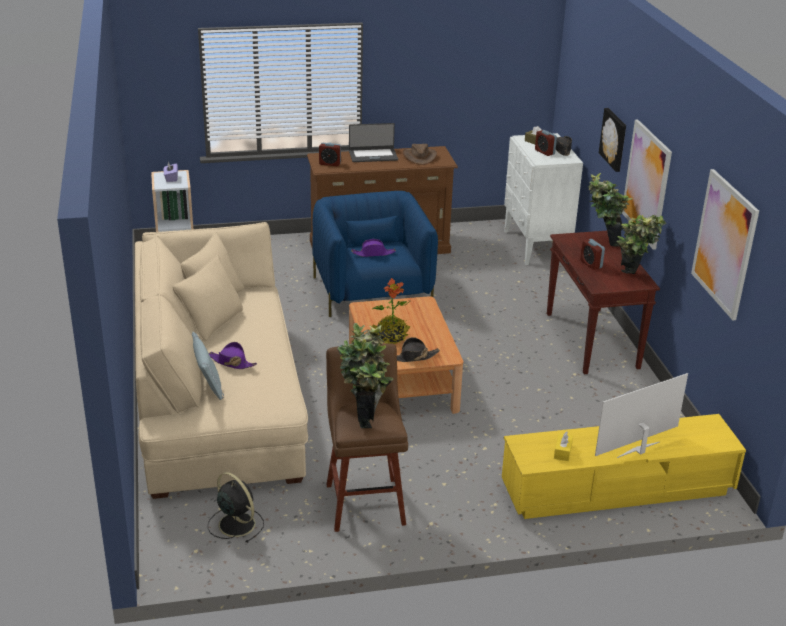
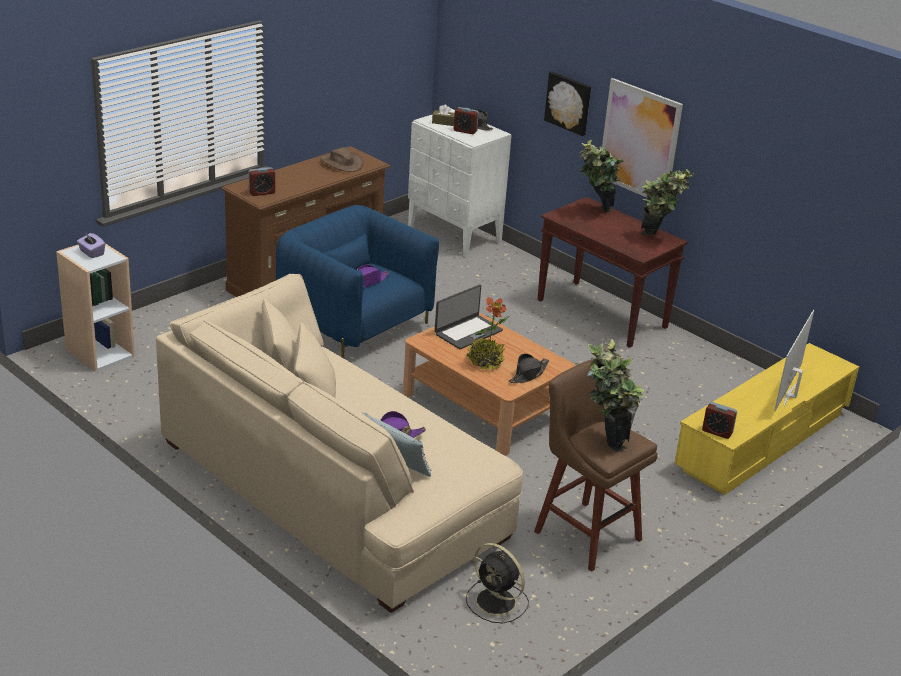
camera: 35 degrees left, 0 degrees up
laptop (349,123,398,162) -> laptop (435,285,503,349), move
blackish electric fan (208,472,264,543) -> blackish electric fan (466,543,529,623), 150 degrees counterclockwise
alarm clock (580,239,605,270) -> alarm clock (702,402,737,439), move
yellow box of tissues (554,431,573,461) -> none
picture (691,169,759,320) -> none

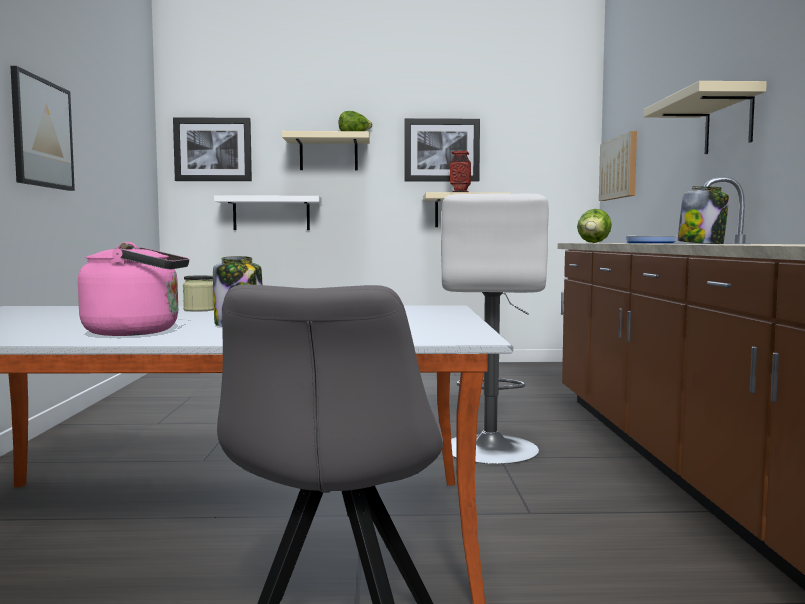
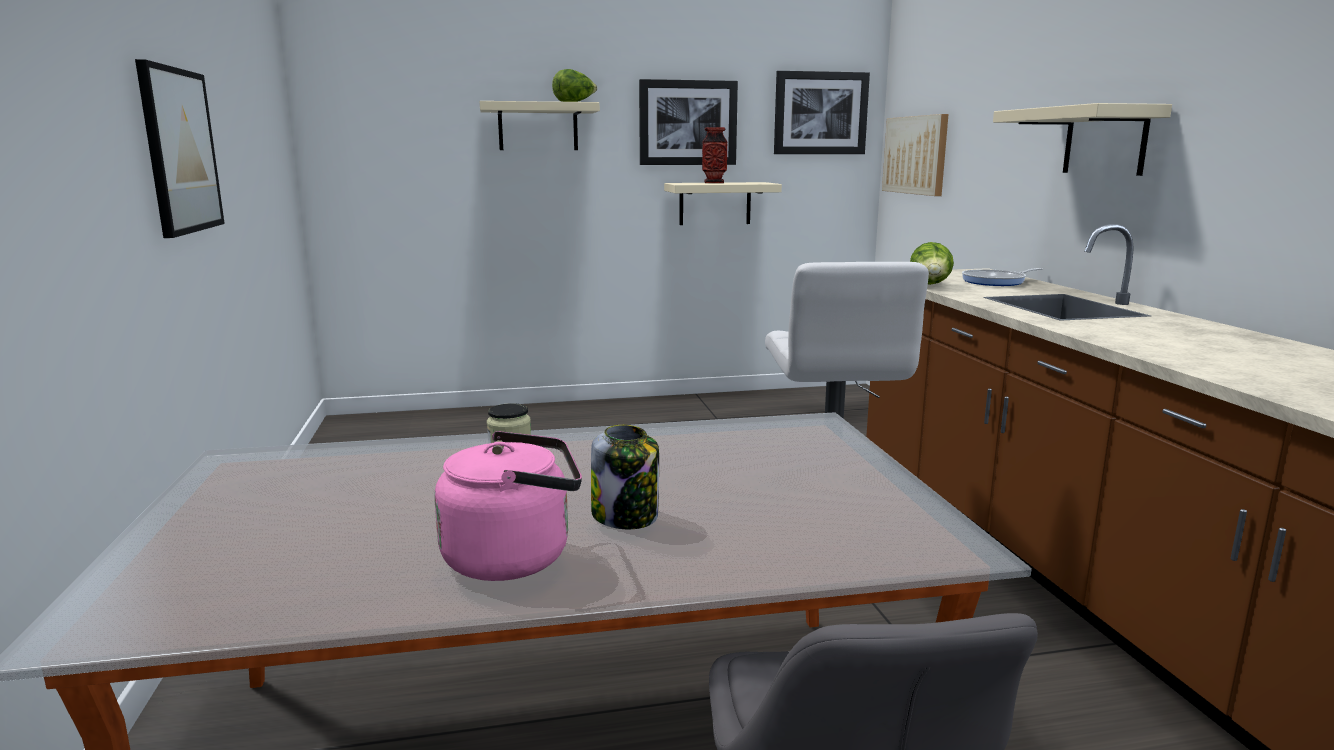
camera: 10 degrees left, 10 degrees up
picture (173,117,252,181) -> picture (774,71,870,154), move
white-coloured bracket shelf (214,196,322,230) -> none
preserve jar (677,186,729,244) -> none

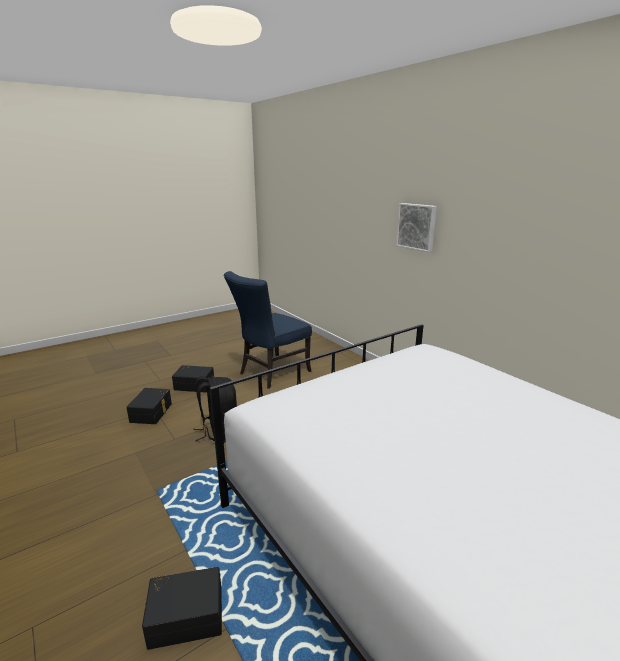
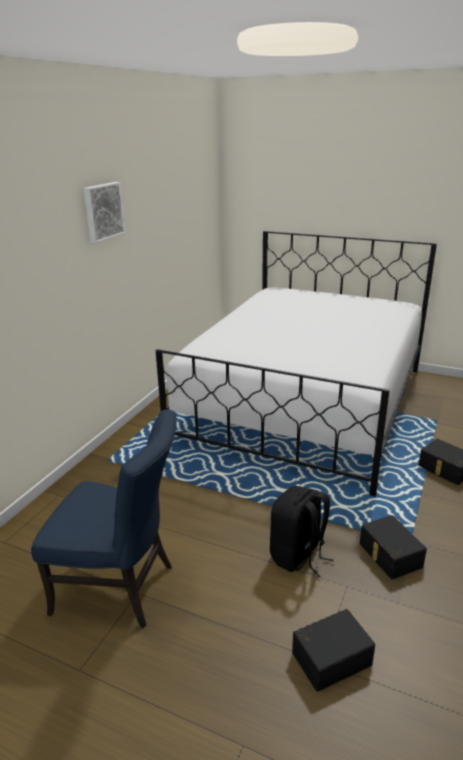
camera: 120 degrees left, 5 degrees up
picture (396,203,437,252) -> picture (84,182,126,243), move
blackish storage box (172,365,214,392) -> blackish storage box (360,515,427,579), move

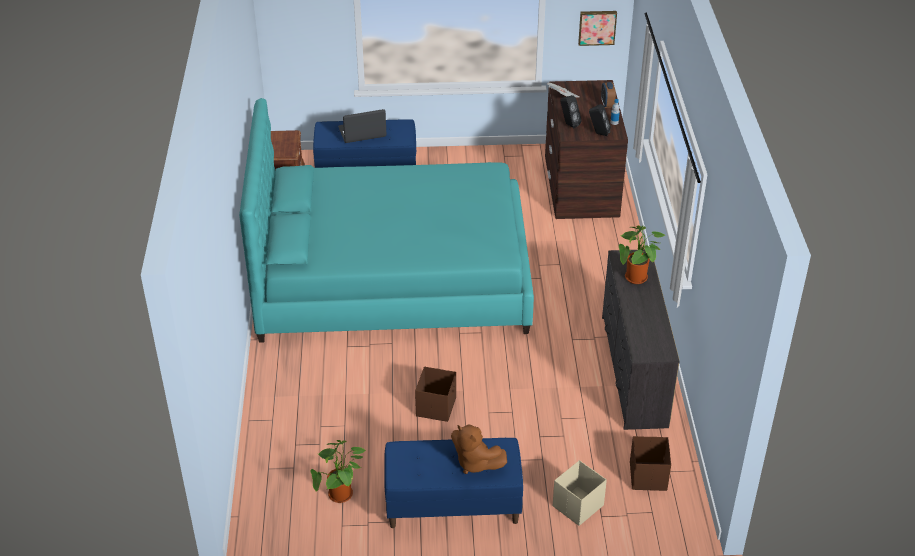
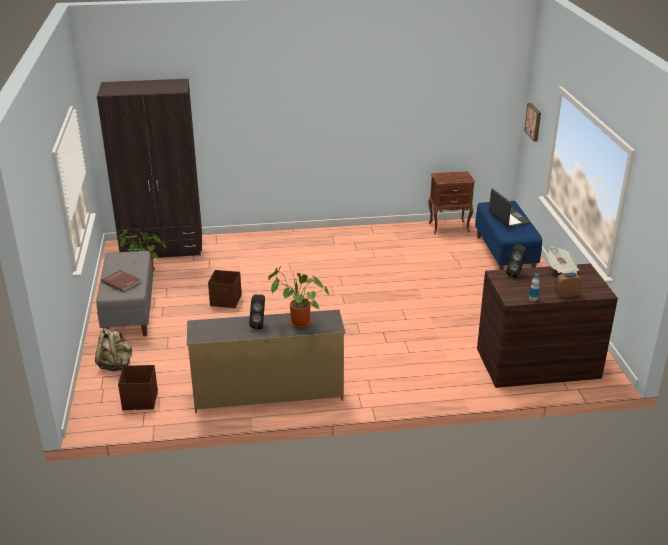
camera: 85 degrees right, 10 degrees down
beige-coloured storage box (553,460,607,526) -> beige-coloured backpack (95,328,132,371)
blue-coloured long seat (384,438,523,528) -> gray long seat (96,251,153,336)
none -> brown-coloured wardrobe (97,79,202,258)
brown-coloured plush toy (451,424,507,474) -> reddish bound book (101,270,141,292)
blackish speaker (589,104,611,136) -> blackish speaker (249,294,265,329), move
picture (578,11,617,46) -> picture (524,103,541,142), move
blue-green bedroom bed (239,98,534,343) -> none

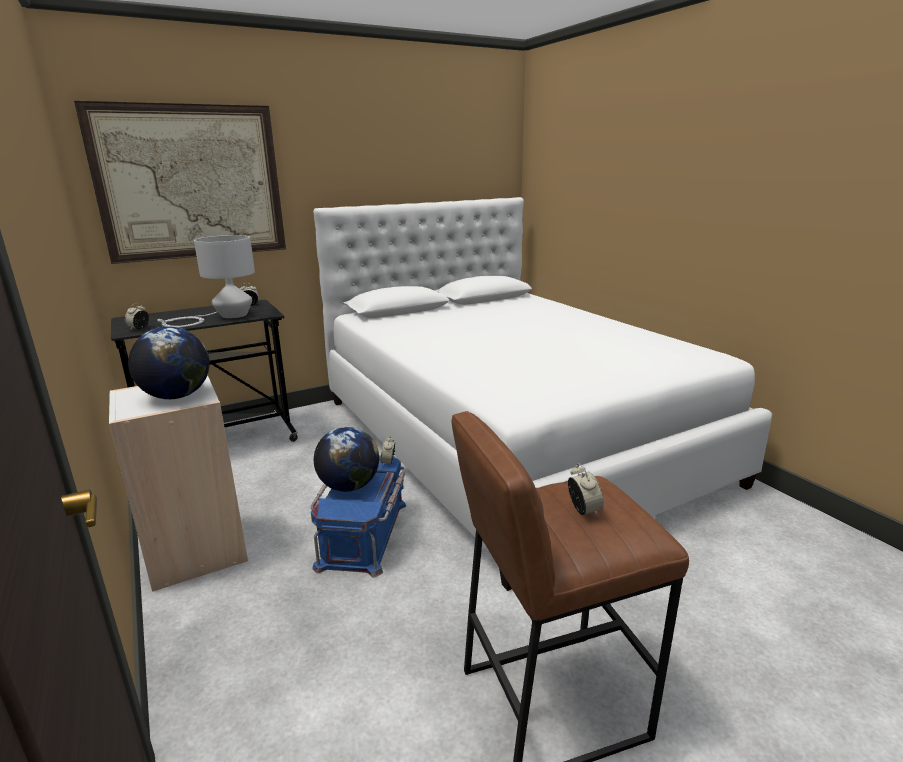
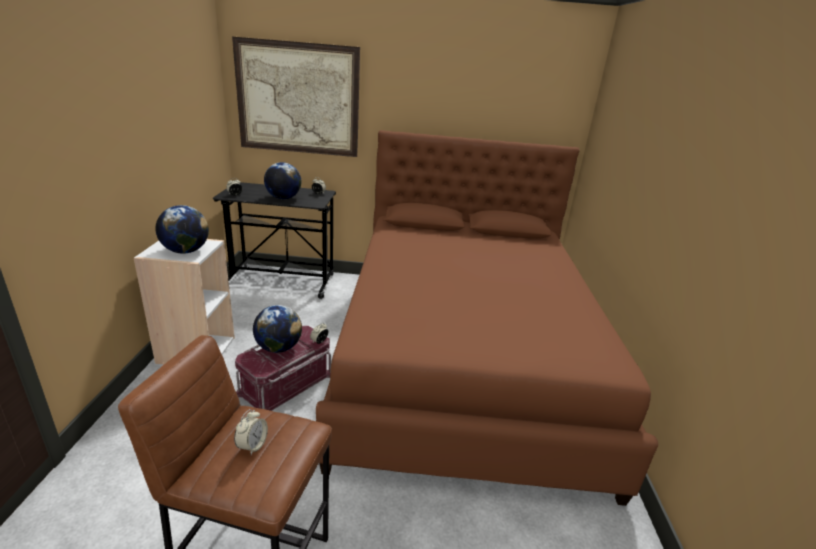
camera: 30 degrees right, 5 degrees up
blue-coloured storage box (311,456,406,578) -> reddish storage box (235,326,331,411)
gray tabletop lamp (157,235,255,328) -> desk globe (264,162,302,199)
white-coloured bedroom bed (313,197,772,591) -> brown-coloured bedroom bed (316,130,658,506)

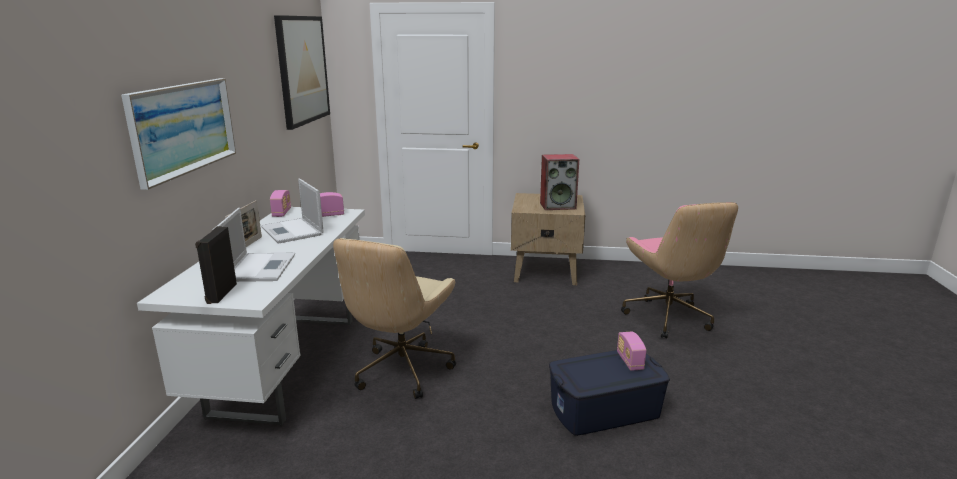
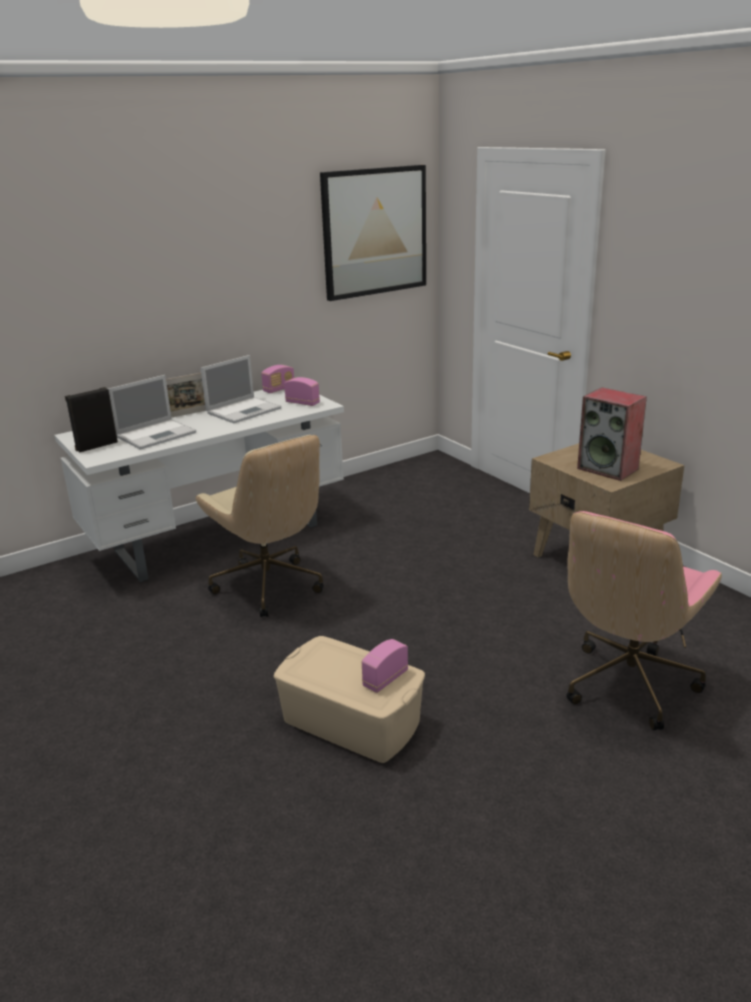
camera: 50 degrees right, 5 degrees up
beige-coloured computer chair (333,238,456,399) -> beige-coloured computer chair (196,435,324,617), 105 degrees counterclockwise
laptop (261,179,324,244) -> laptop (201,355,281,423), 150 degrees counterclockwise
blue-coloured storage box (549,350,670,436) -> beige-coloured storage box (274,636,425,763)
picture (121,78,236,190) -> none

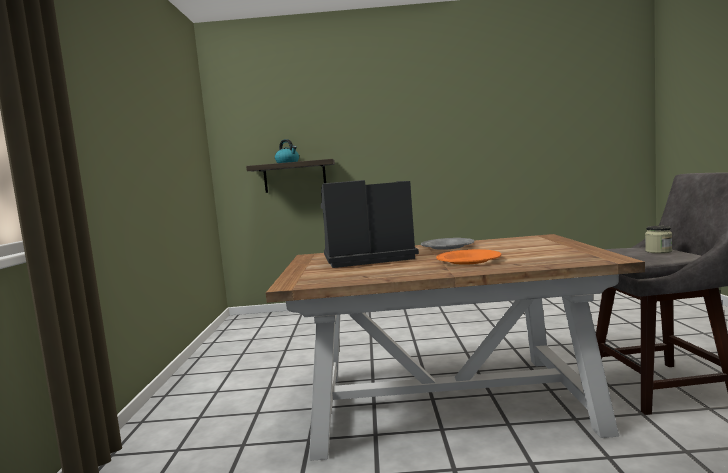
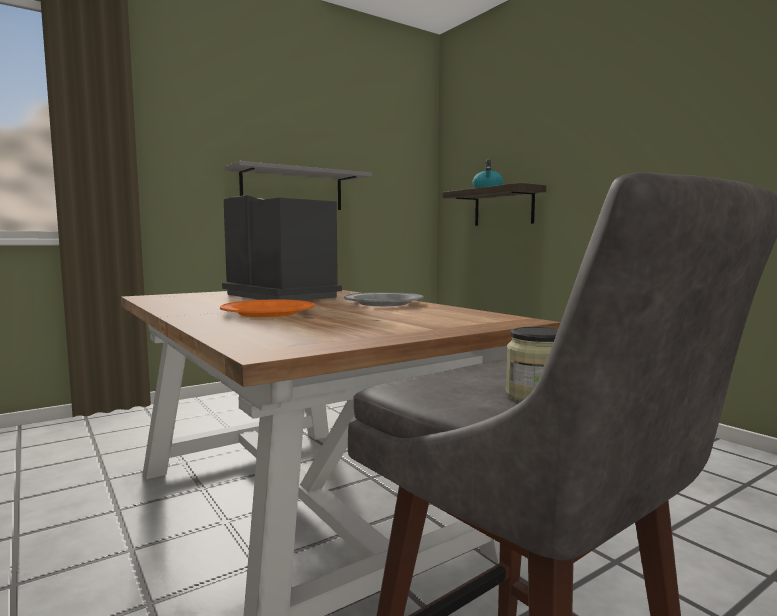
camera: 55 degrees right, 0 degrees up
none -> gray bracket shelf (225,161,372,210)

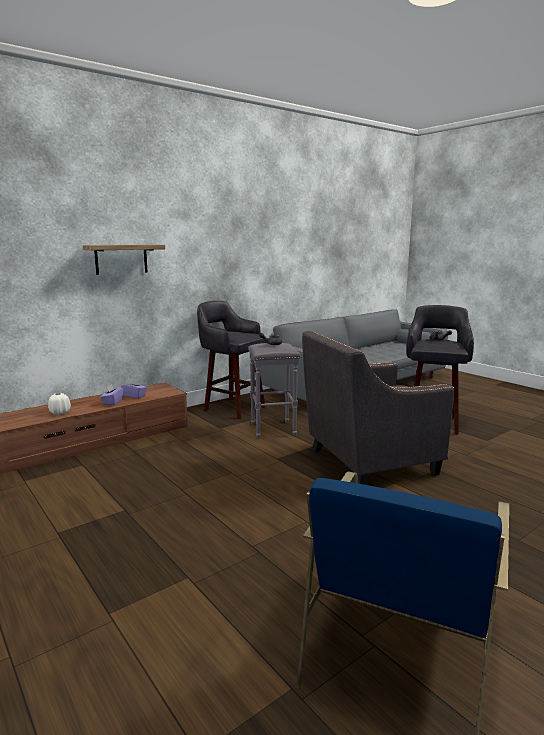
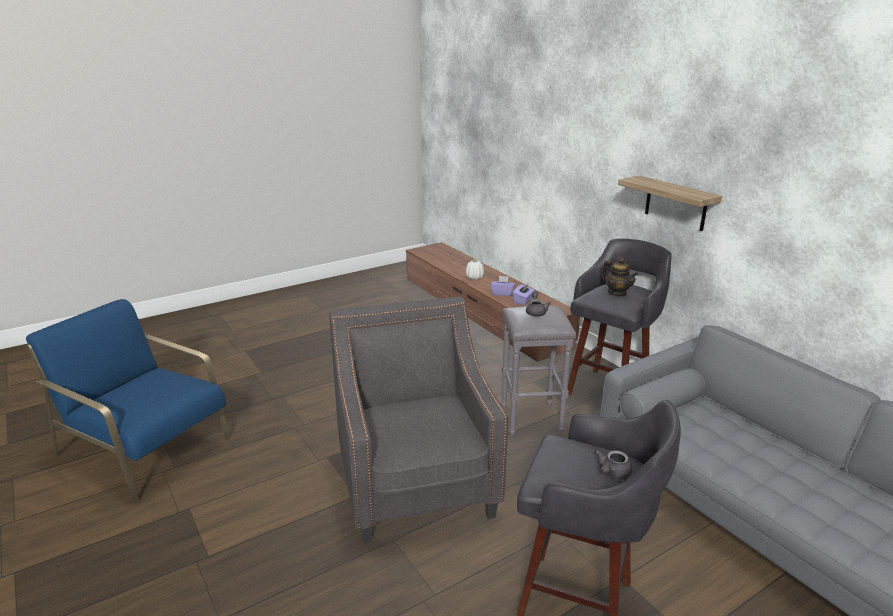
camera: 95 degrees right, 10 degrees up
none -> pot for tea (601,258,638,296)
bracket shelf (83,245,165,275) -> bracket shelf (618,176,722,231), move

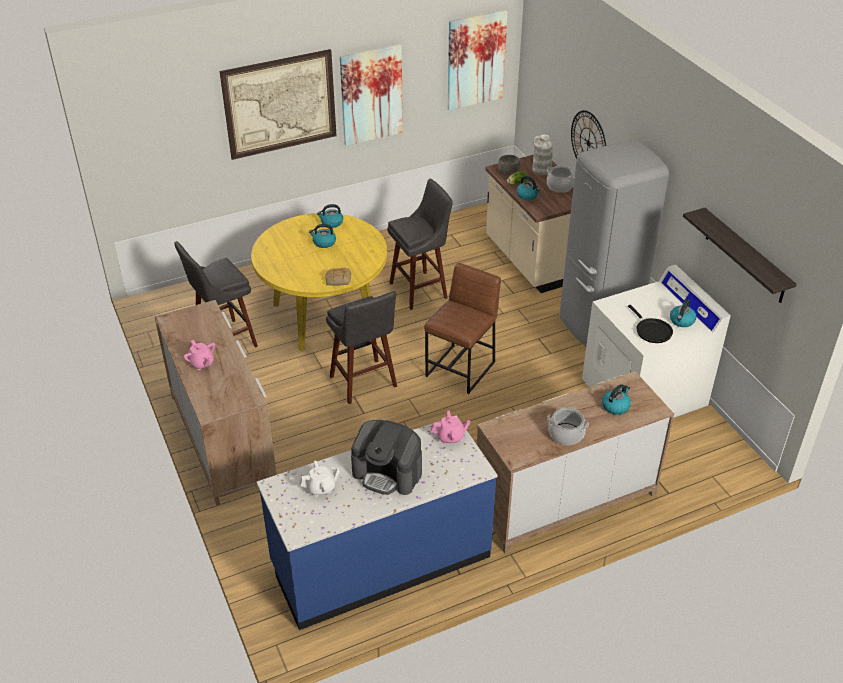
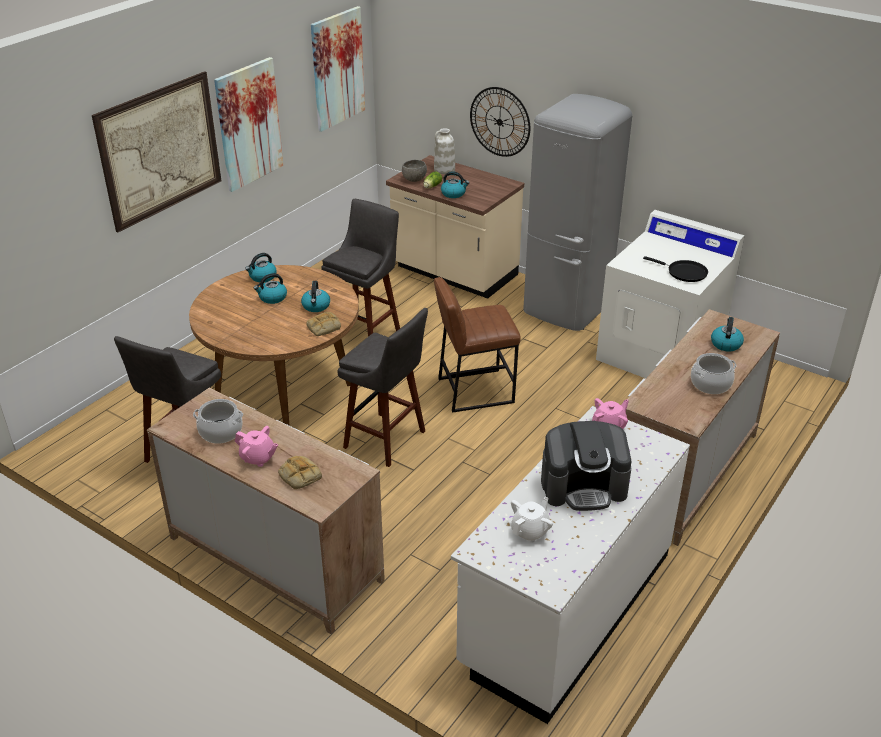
camera: 30 degrees left, 5 degrees down
yellow kitchen table (251,213,387,351) -> brown-coloured kitchen table (189,265,359,426)
stockpot (547,166,575,193) -> stockpot (193,399,243,444), move
none -> baked bread (278,456,322,489)
tea kettle (670,299,697,327) -> tea kettle (301,281,330,312), move
brown-coloured chair (424,263,501,394) -> brown-coloured chair (434,277,521,413), 105 degrees counterclockwise
blue-coloured kitchen base unit (256,416,498,630) -> white-coloured kitchen base unit (451,406,690,724)
bracket shelf (683,208,797,303) -> none

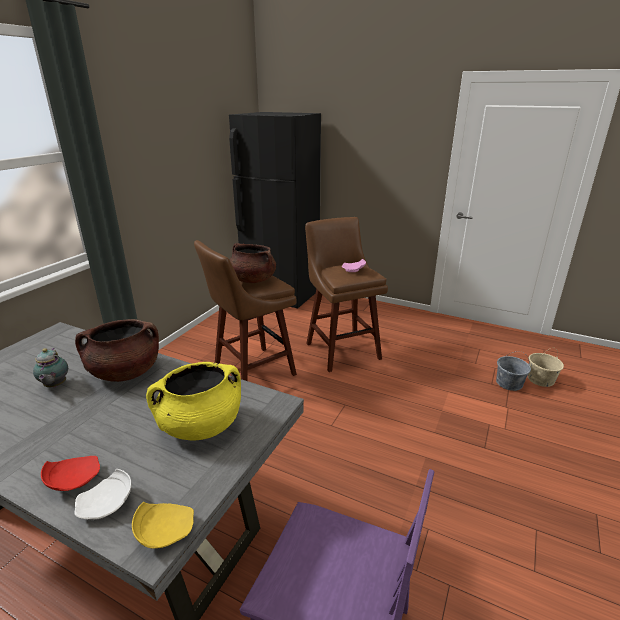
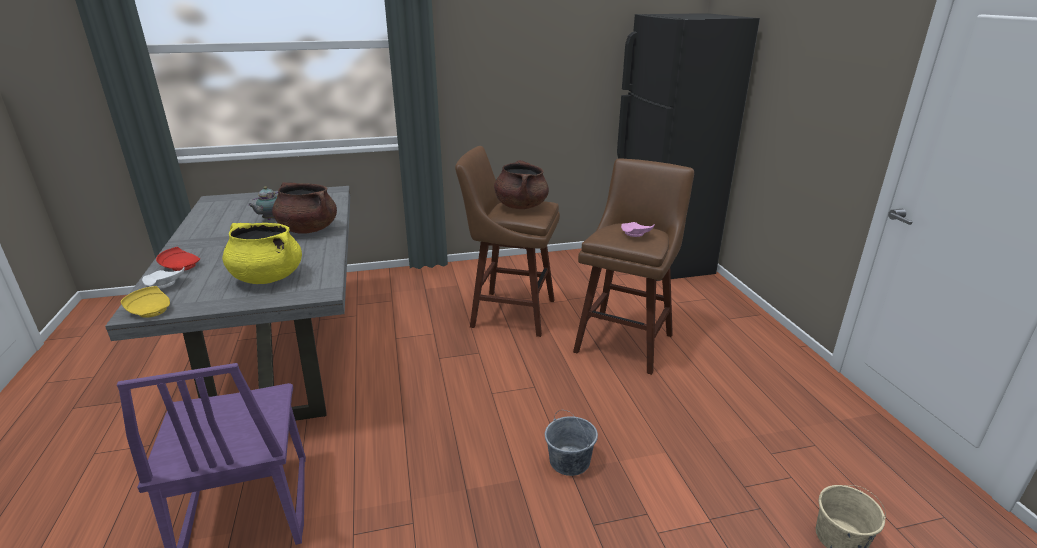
camera: 50 degrees right, 0 degrees up
gray pail (496,351,531,391) -> gray pail (545,410,598,476), move

